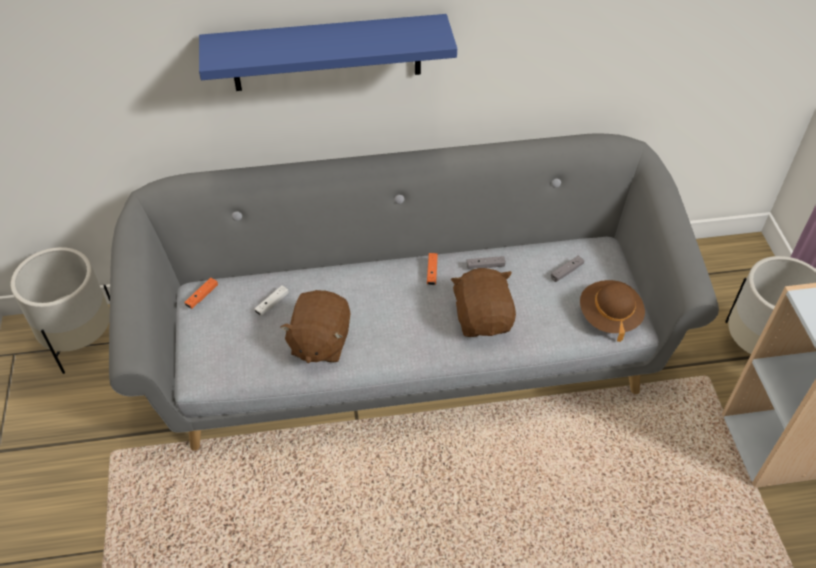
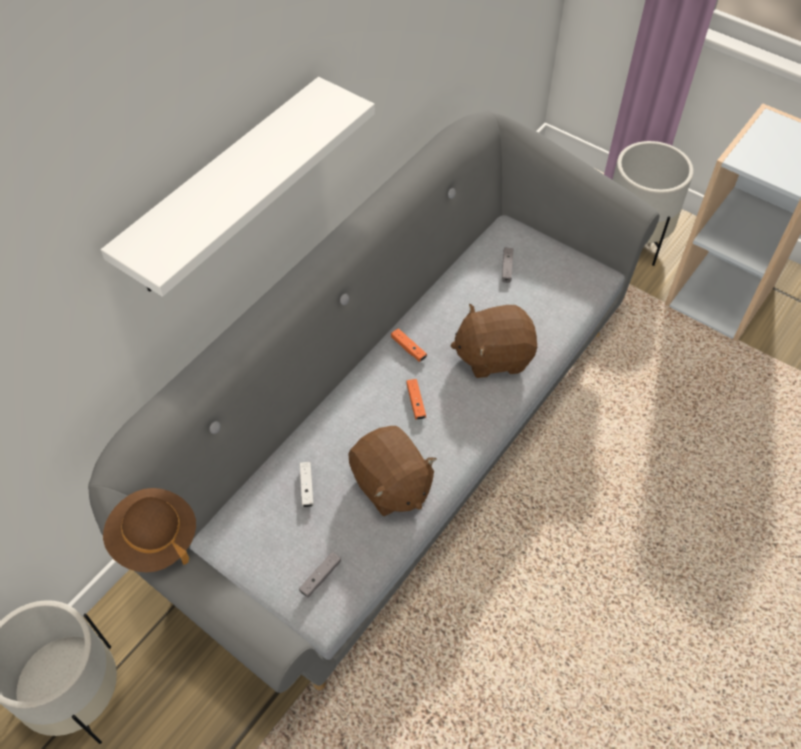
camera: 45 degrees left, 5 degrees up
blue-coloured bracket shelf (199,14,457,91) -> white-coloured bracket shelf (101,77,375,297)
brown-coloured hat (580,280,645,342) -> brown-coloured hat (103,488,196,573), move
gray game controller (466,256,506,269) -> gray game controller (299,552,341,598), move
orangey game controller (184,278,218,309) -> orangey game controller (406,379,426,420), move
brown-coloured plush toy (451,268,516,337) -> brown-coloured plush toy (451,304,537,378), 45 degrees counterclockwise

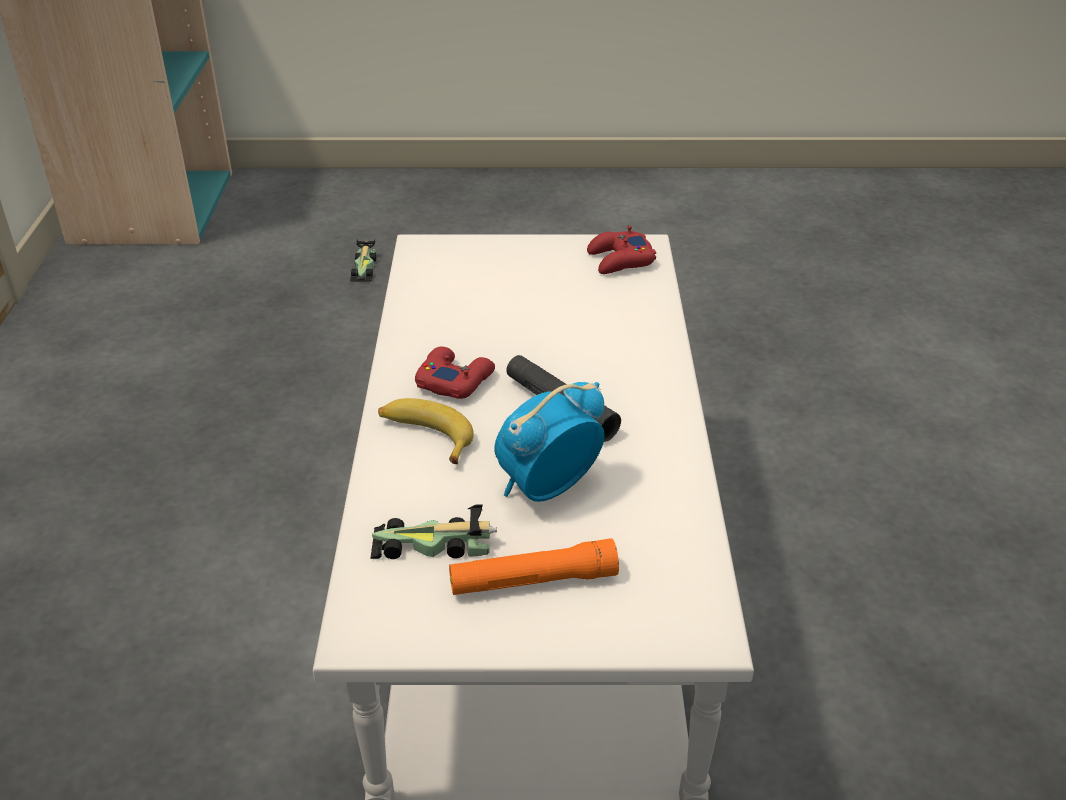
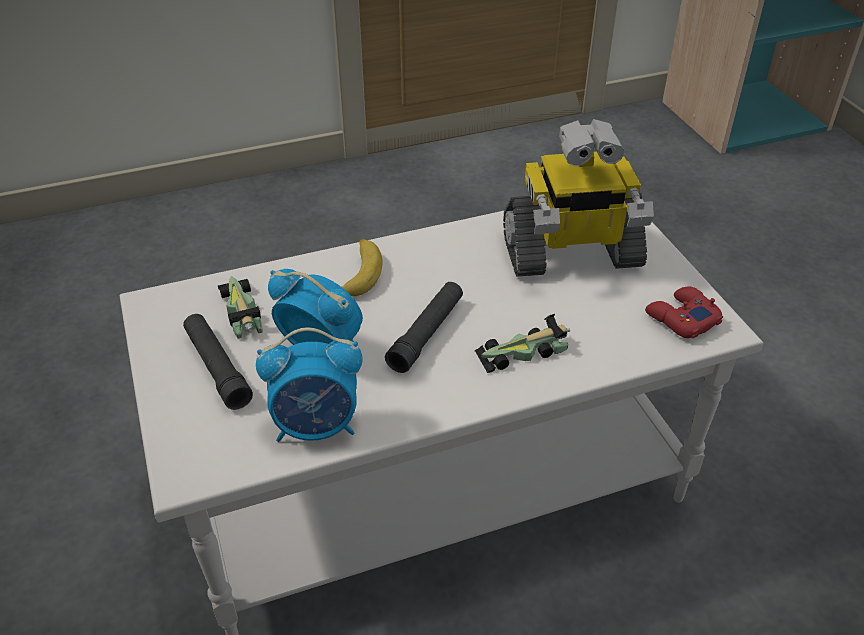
camera: 70 degrees right, 5 degrees up
orangey hand torch (449,538,619,595) -> blackish hand torch (183,314,253,410)
none -> alarm clock (256,328,363,442)
model car (350,239,376,282) -> model car (474,314,570,373), move
none -> robot figure (503,119,654,276)
reddish game controller (415,347,495,399) -> none

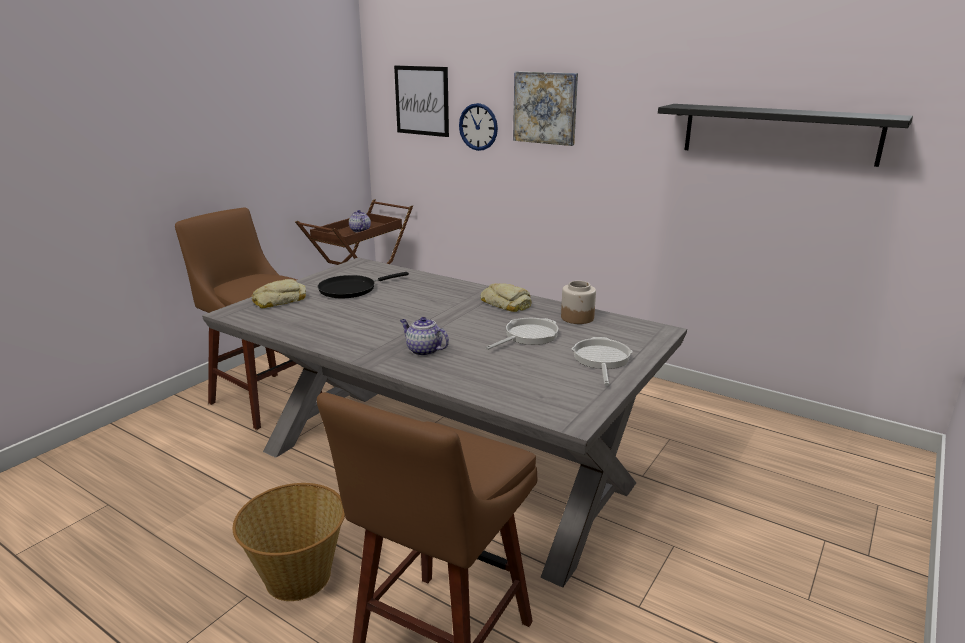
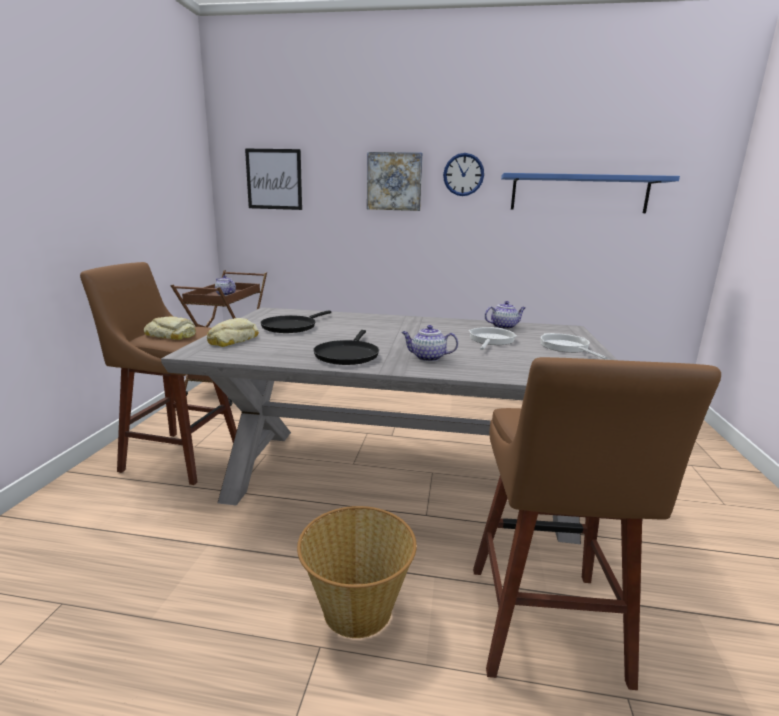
camera: 25 degrees left, 5 degrees down
baked bread (481,283,531,312) -> baked bread (144,316,196,340), move
none -> blackish frying pan (313,330,379,365)
hanging clock (459,103,498,151) -> hanging clock (443,153,484,196), move
preserve jar (561,281,596,324) -> pot for tea (484,301,526,329)
blackish bracket shelf (658,104,913,167) -> blue-coloured bracket shelf (501,173,680,213)

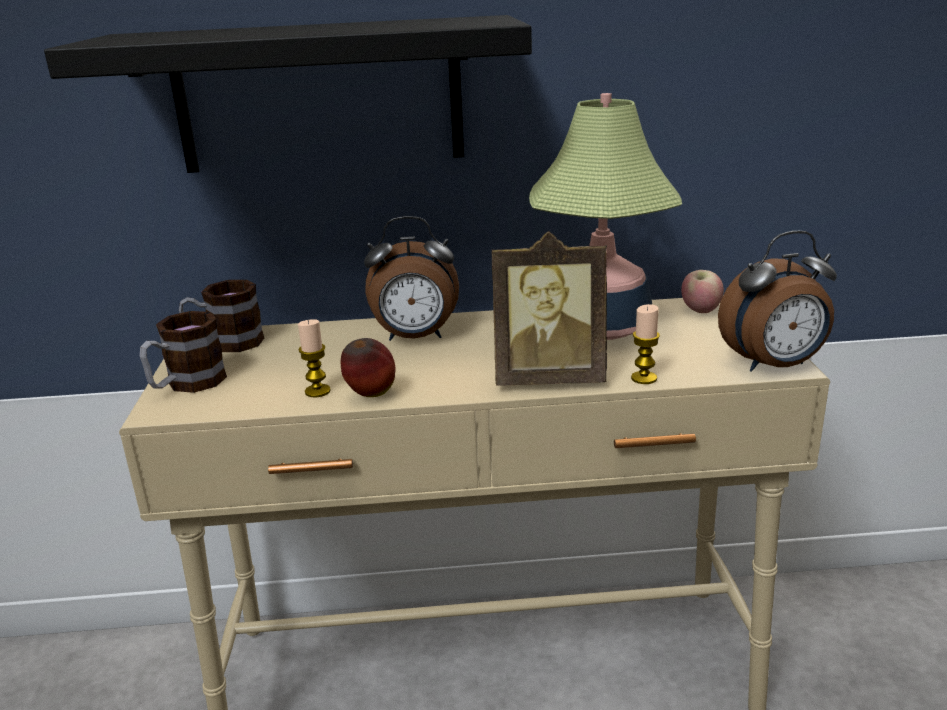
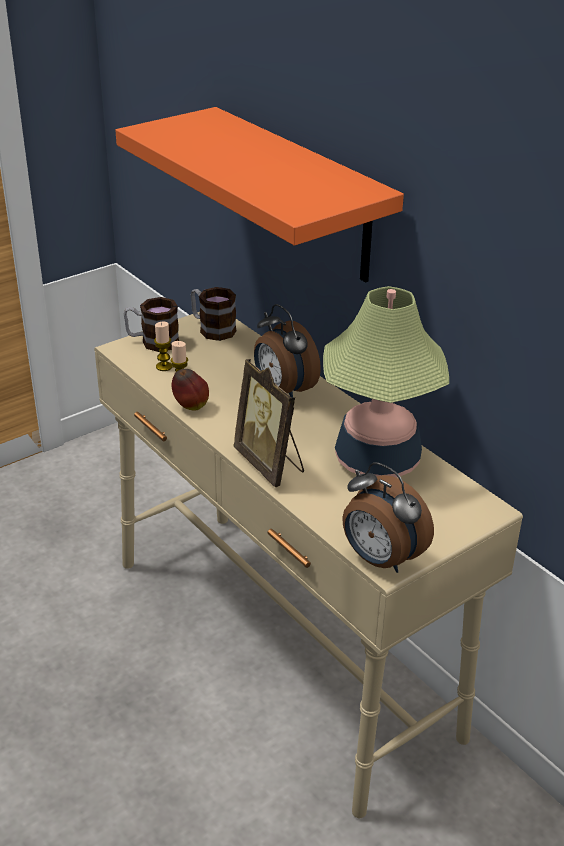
camera: 55 degrees right, 10 degrees up
blackish bracket shelf (44,15,532,173) -> orangey bracket shelf (115,107,404,282)
wax candle (631,304,660,384) -> wax candle (154,322,172,371), move
apple (681,270,724,313) -> none

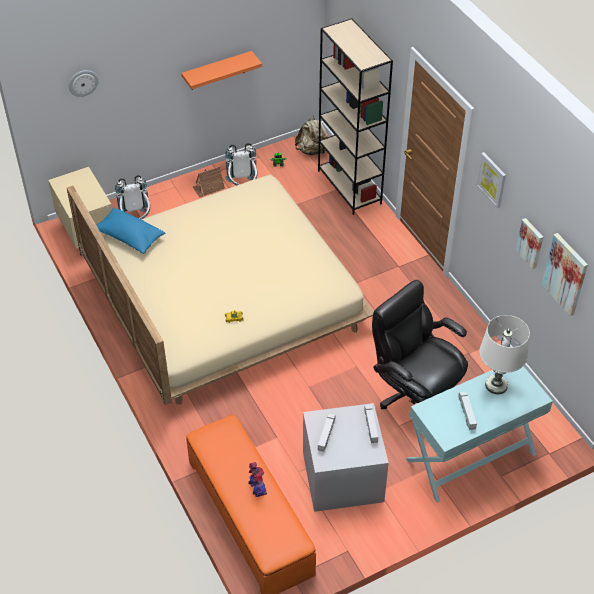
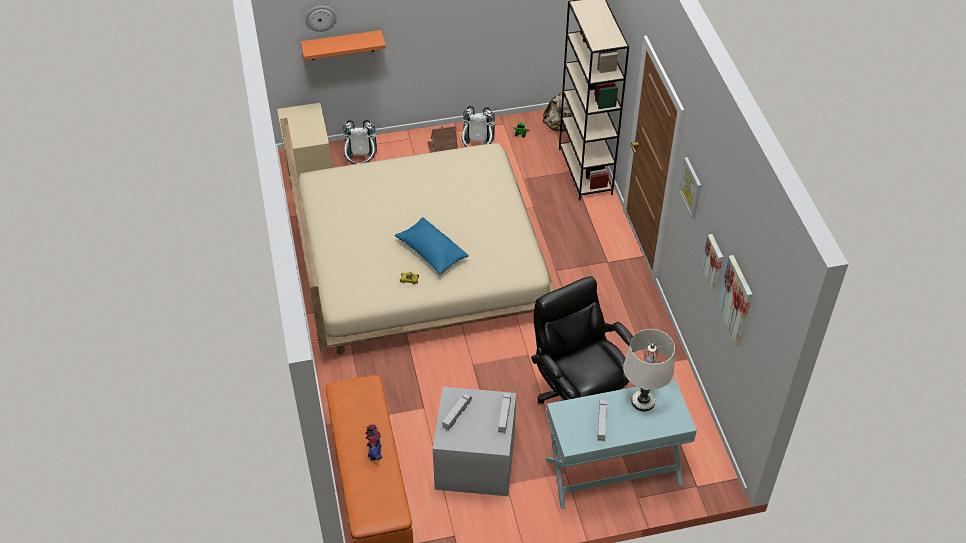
camera: 15 degrees right, 0 degrees up
orangey bracket shelf (181,51,262,90) -> orangey bracket shelf (301,30,386,60), move
blue-coloured throw pillow (96,207,165,254) -> blue-coloured throw pillow (395,217,469,274), move

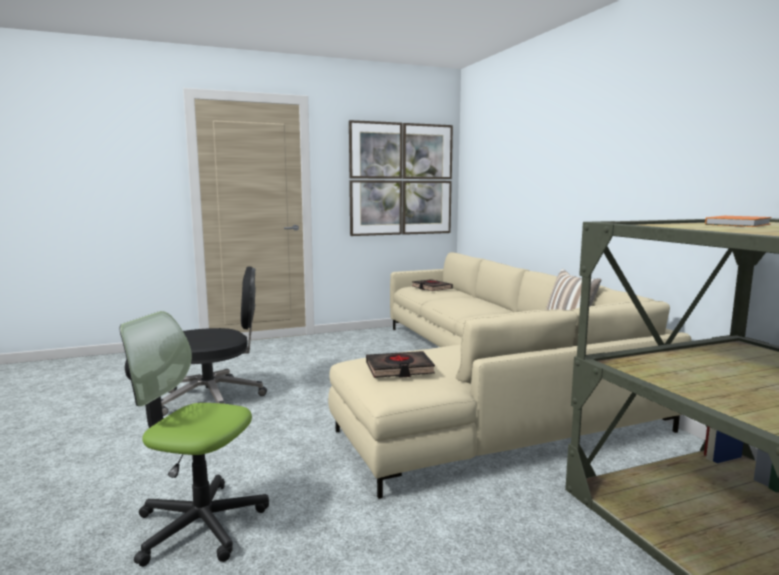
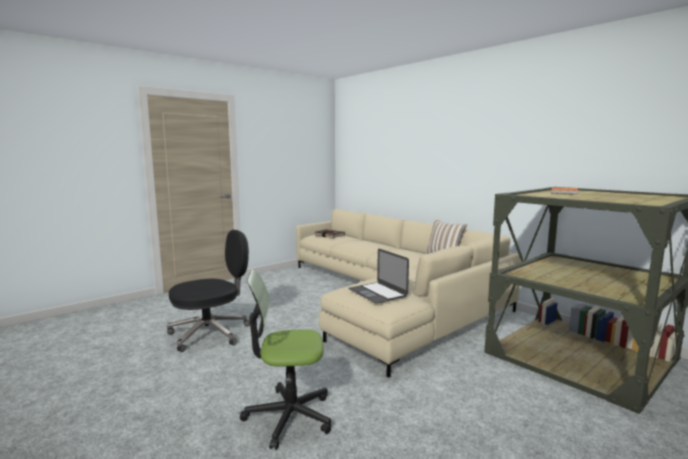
camera: 20 degrees left, 0 degrees up
blackish bound book (366,351,435,378) -> laptop (348,249,409,303)
picture (349,120,453,236) -> none

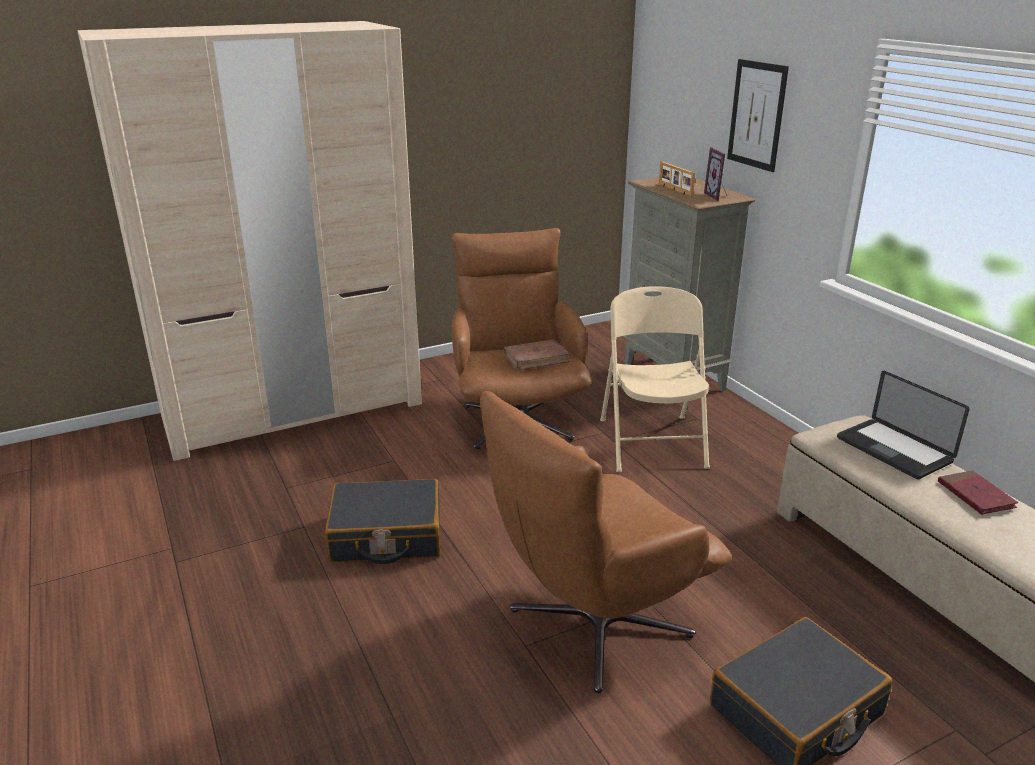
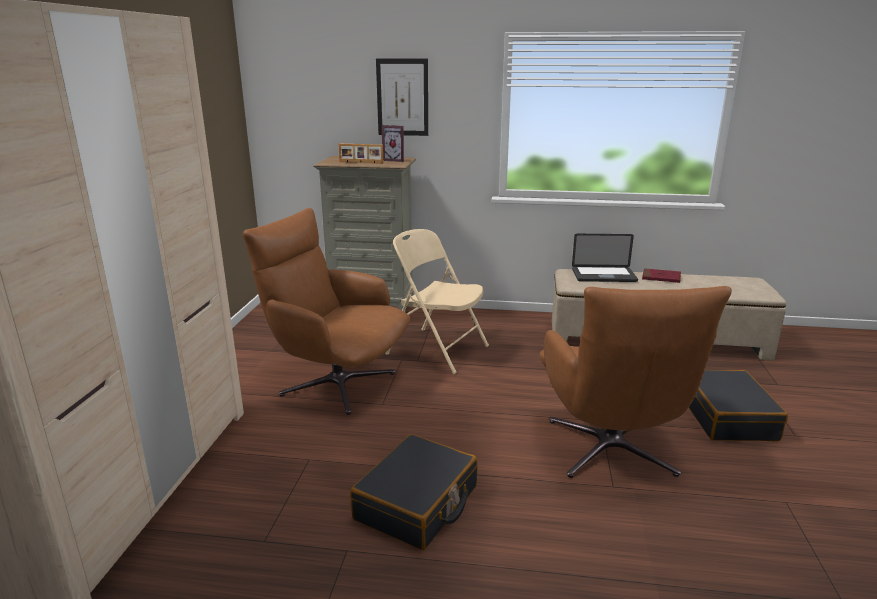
camera: 55 degrees left, 5 degrees down
brown-coloured bound book (503,339,570,370) -> none

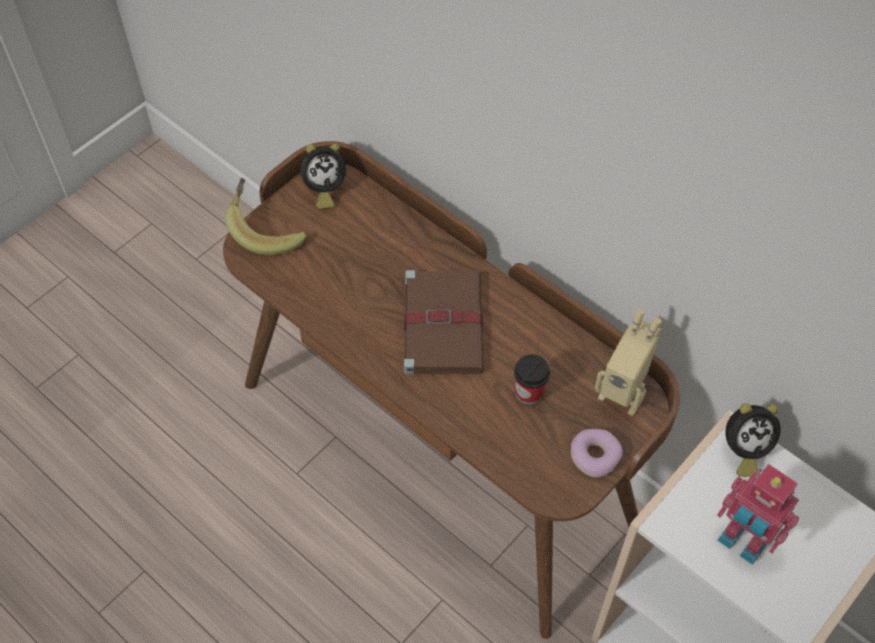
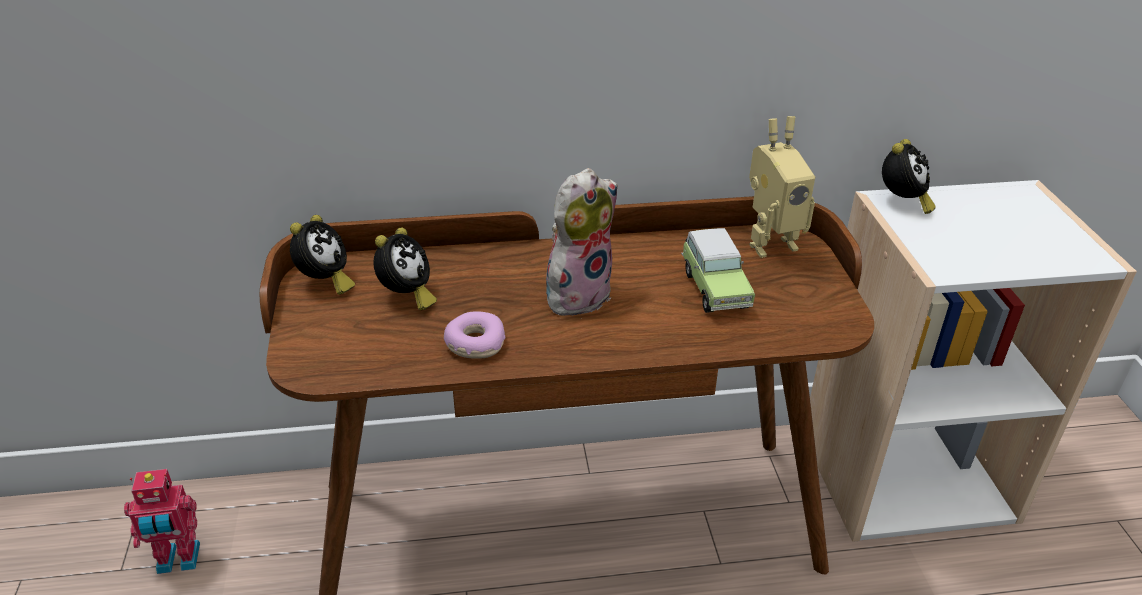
camera: 50 degrees left, 20 degrees down
robot figure (717,464,799,565) -> robot figure (124,469,200,574), move
none -> alarm clock (373,228,437,310)
doughnut (571,429,623,477) -> doughnut (444,311,505,359), move
brown-coloured bound book (404,270,484,375) -> plush toy (546,168,618,316)
small cup (514,354,550,405) -> model car (681,228,755,313)
banana (225,178,307,255) -> none

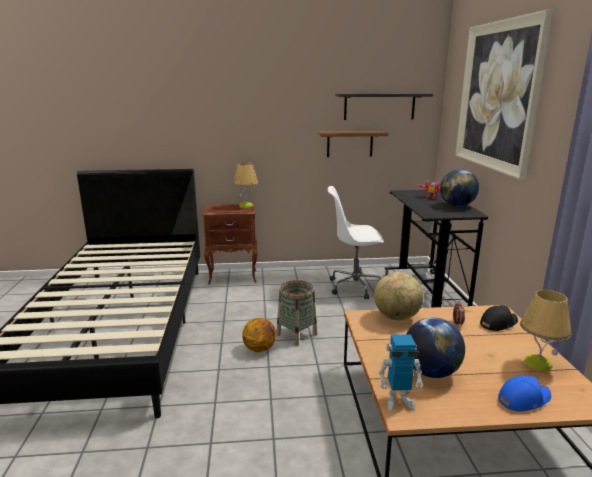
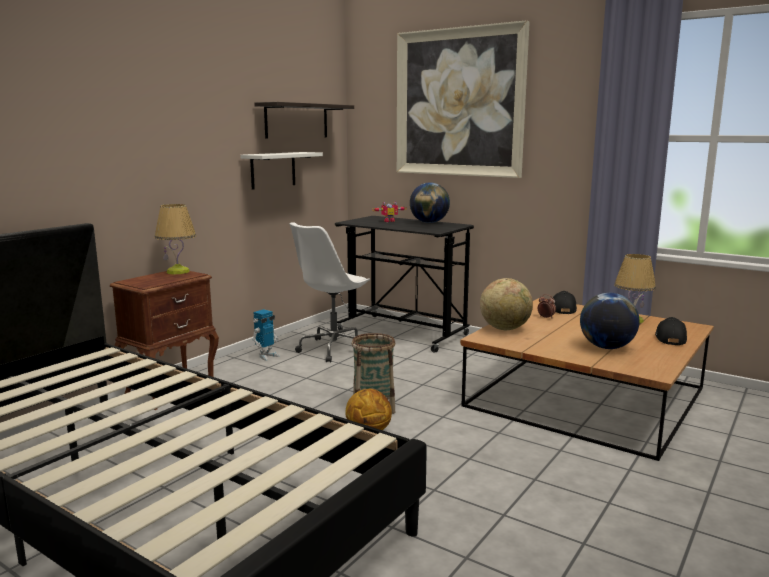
camera: 50 degrees left, 5 degrees down
brown-coloured bracket shelf (318,131,388,157) -> white-coloured bracket shelf (240,152,323,190)
robot figure (379,334,424,411) -> robot figure (252,309,279,361), move
blue-coloured cap (498,376,551,412) -> blackish cap (655,317,687,345)

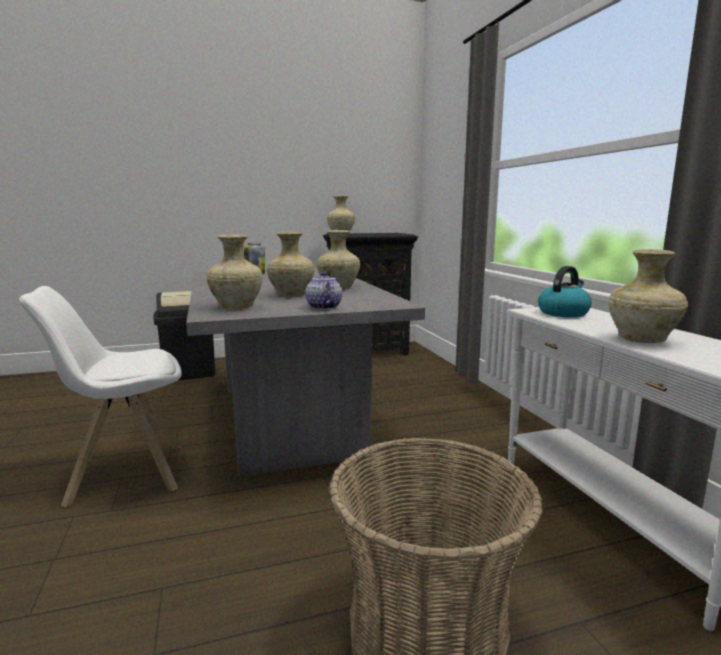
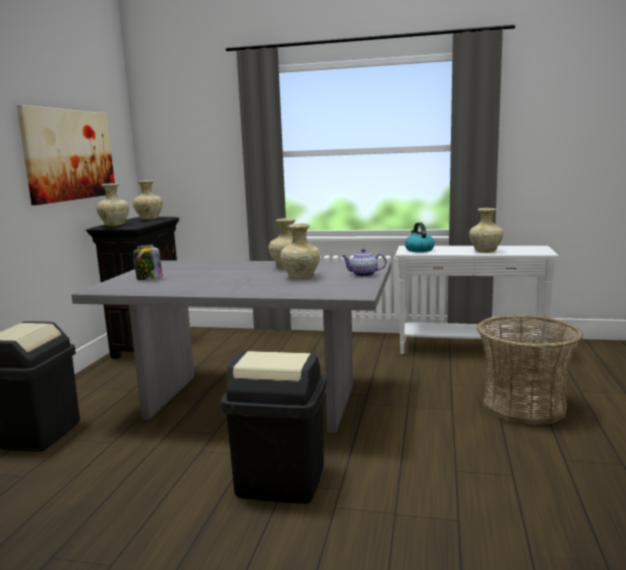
camera: 60 degrees left, 0 degrees up
none -> picture (17,105,115,205)
beige-coloured flower vase (206,234,263,309) -> beige-coloured flower vase (133,180,163,220), move
white-coloured chair (19,286,182,508) -> blackish trash can (221,351,327,504)

